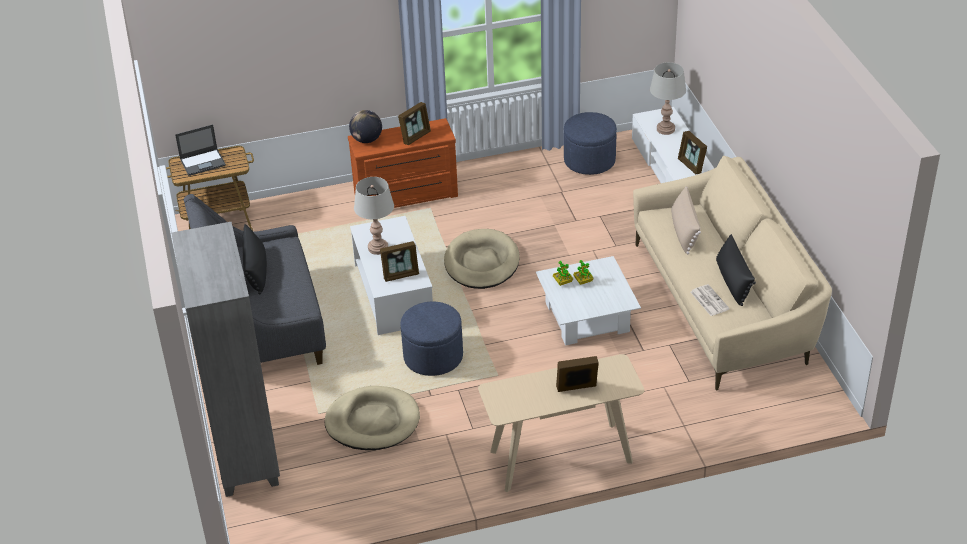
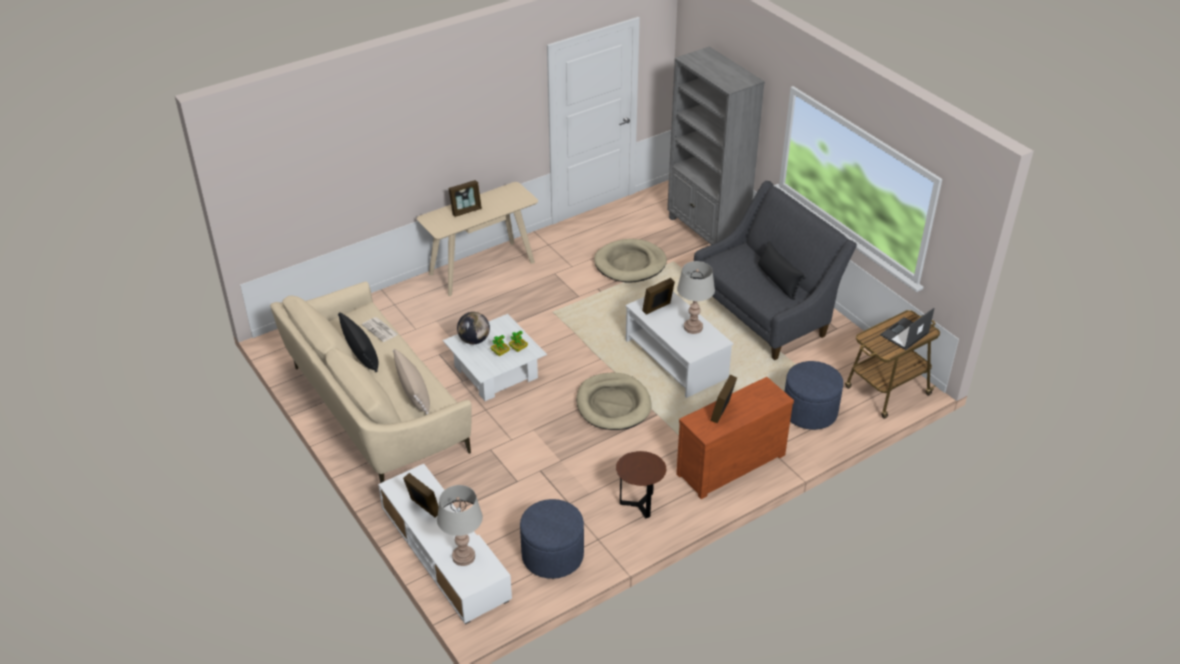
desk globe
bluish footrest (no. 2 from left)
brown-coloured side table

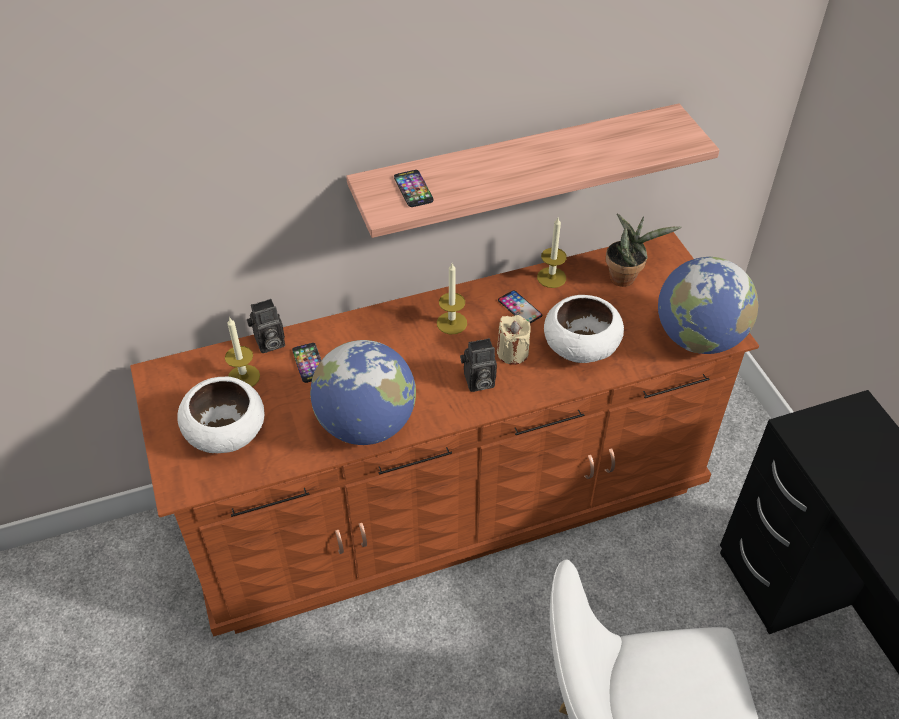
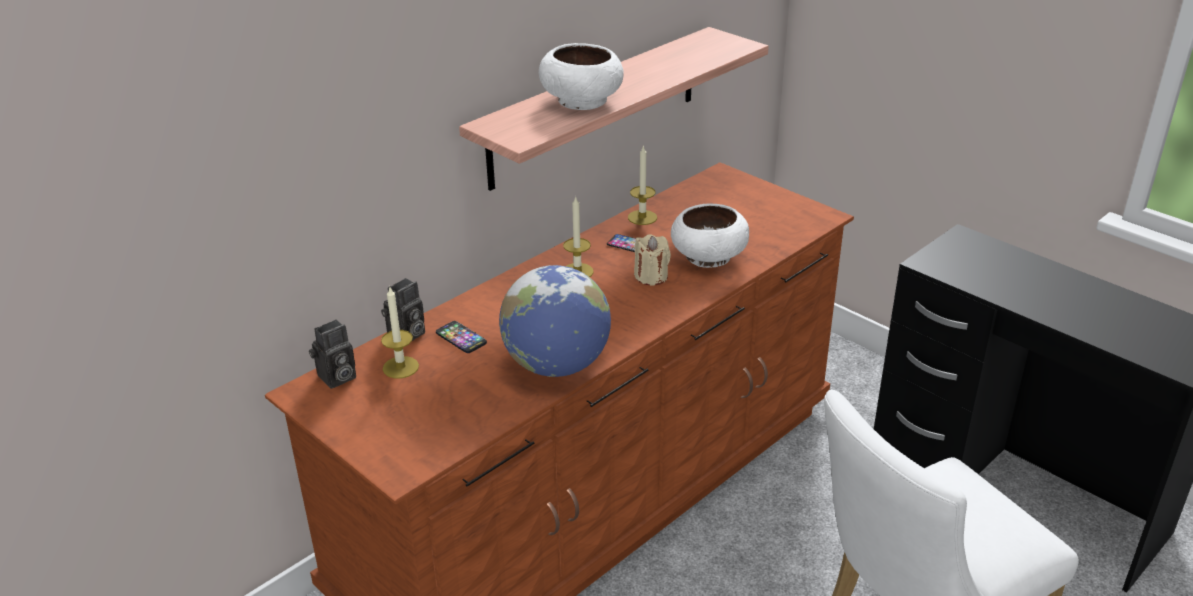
white-coloured bowl (no. 1 from left)
phone (no. 2 from left in the first image)
photo camera (no. 1 from left)
plant in a pot
desk globe (no. 2 from left in the first image)

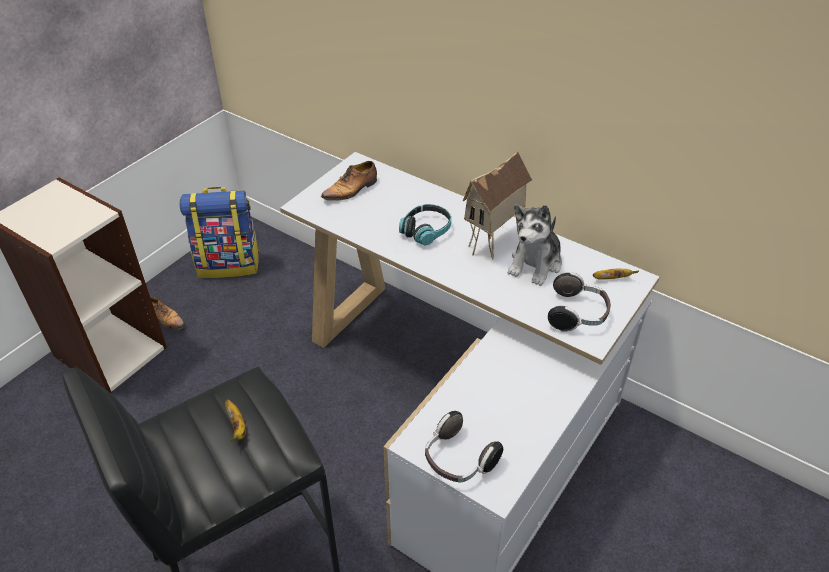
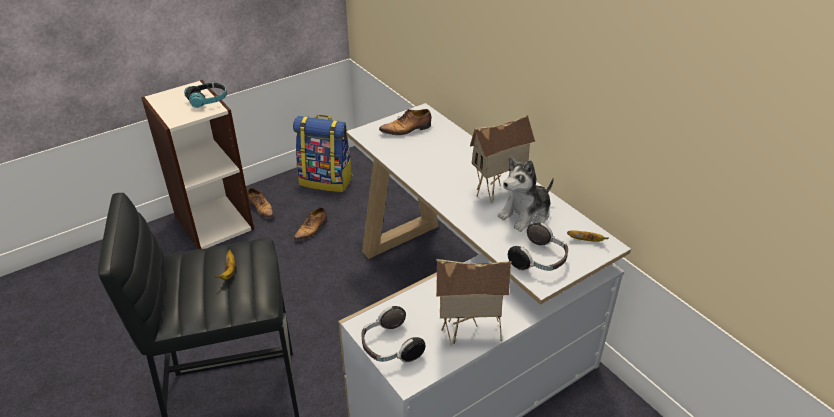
headphones (no. 1 from left)
shoe (no. 2 from left)
toy house (no. 1 from left)

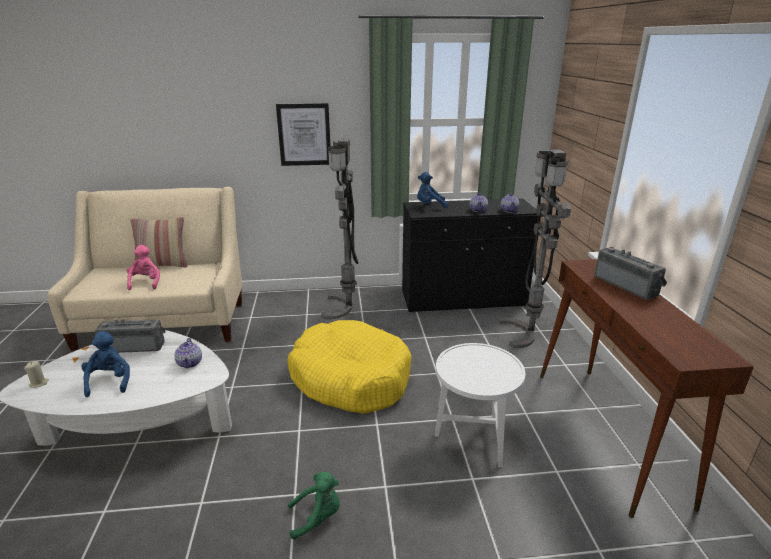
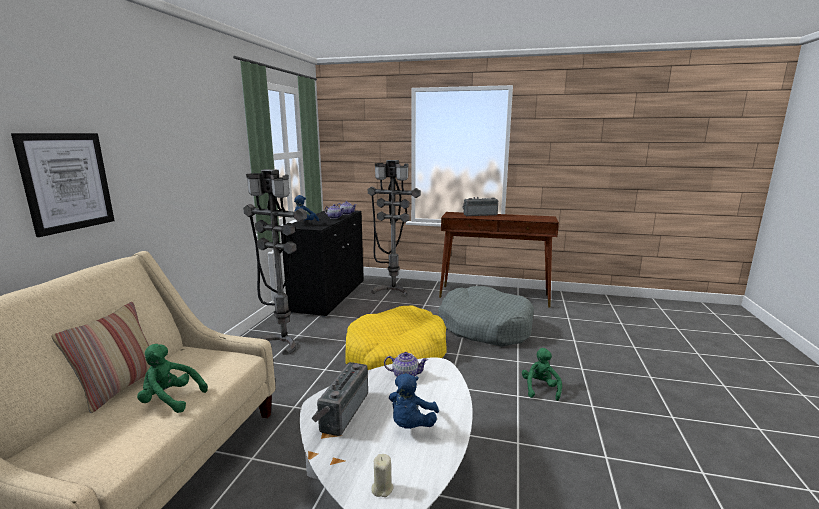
bluish plush toy (no. 2 from left)
green plush toy (no. 1 from left)
picture
greyish dog bed

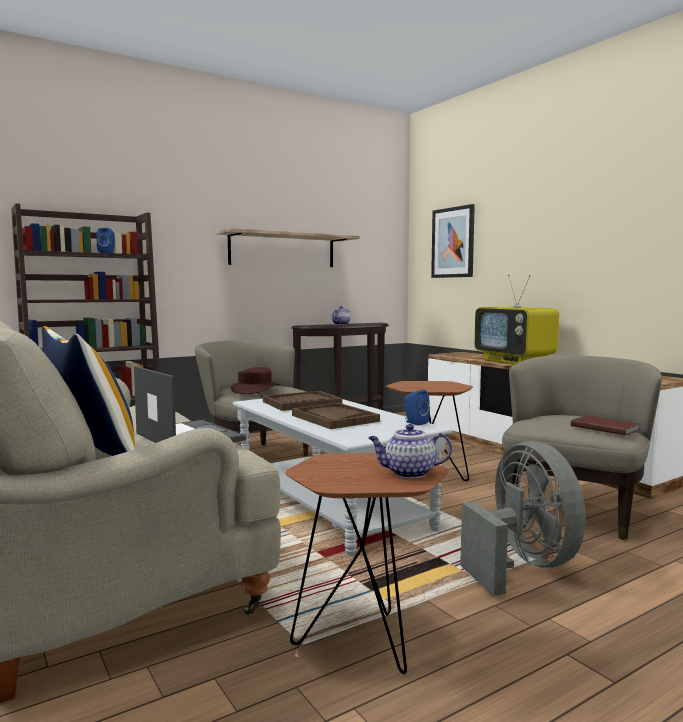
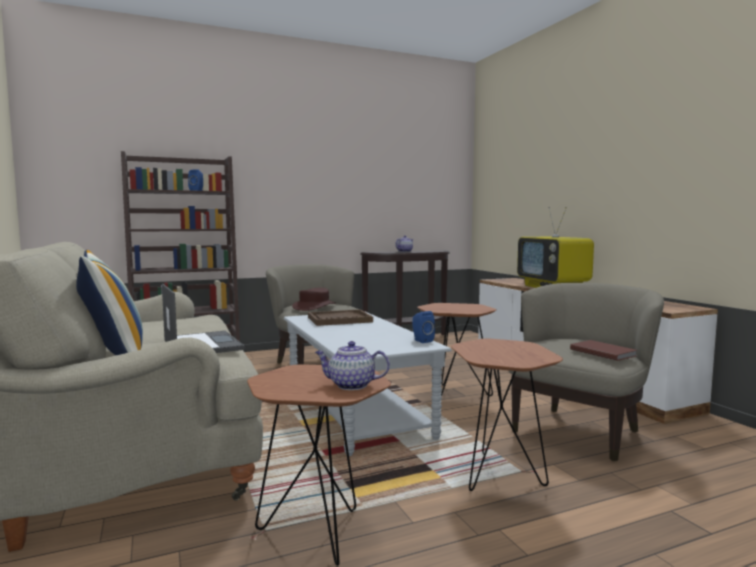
wall shelf
brown-coloured serving tray (no. 2 from left in the first image)
picture
brown-coloured side table (no. 3 from left)

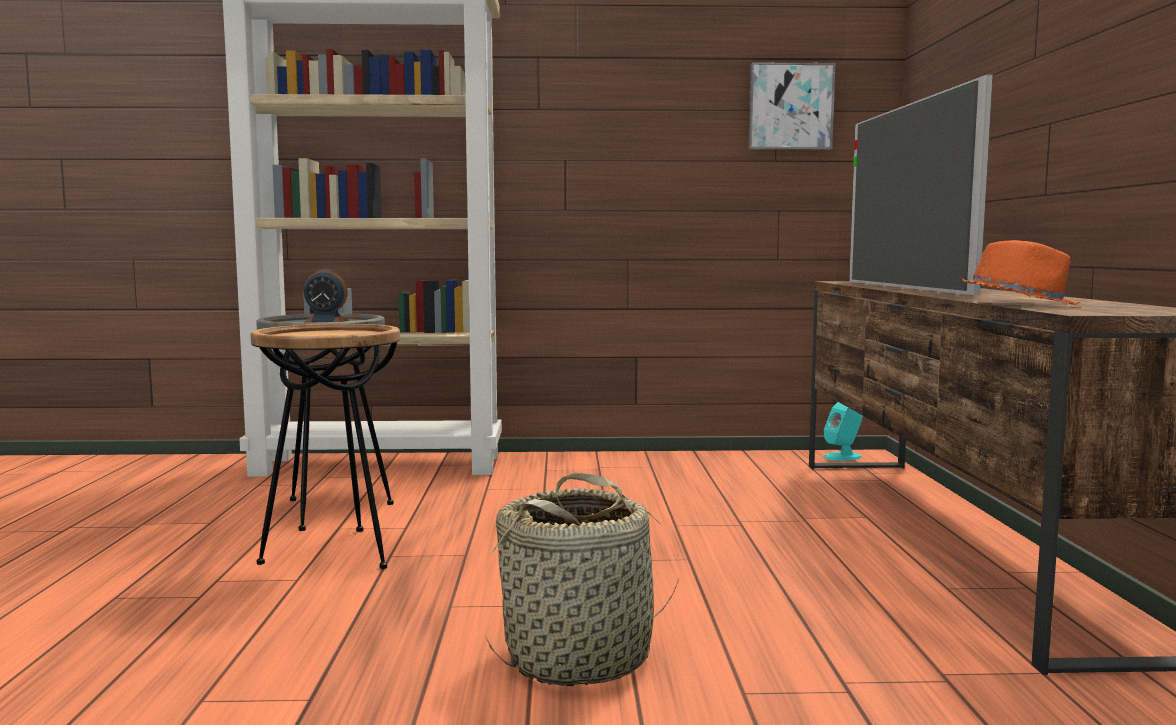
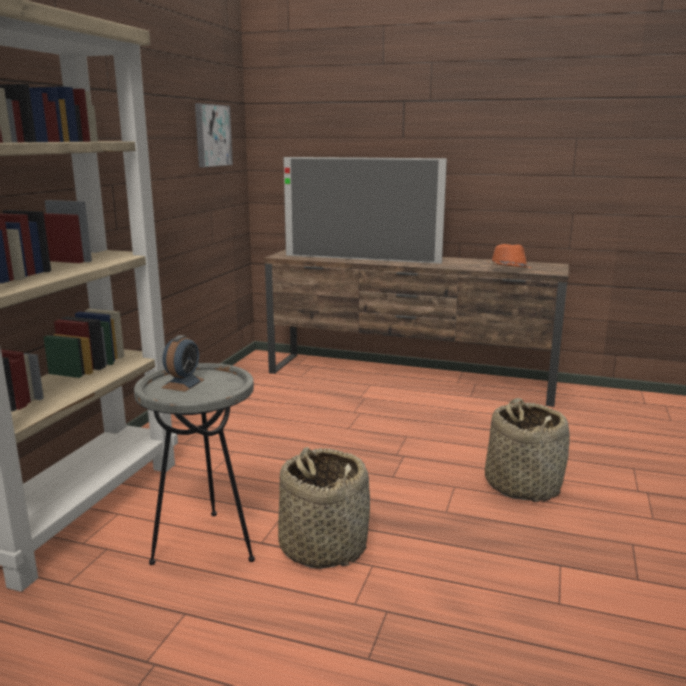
household basket (no. 1 from left)
turquoise audio speaker

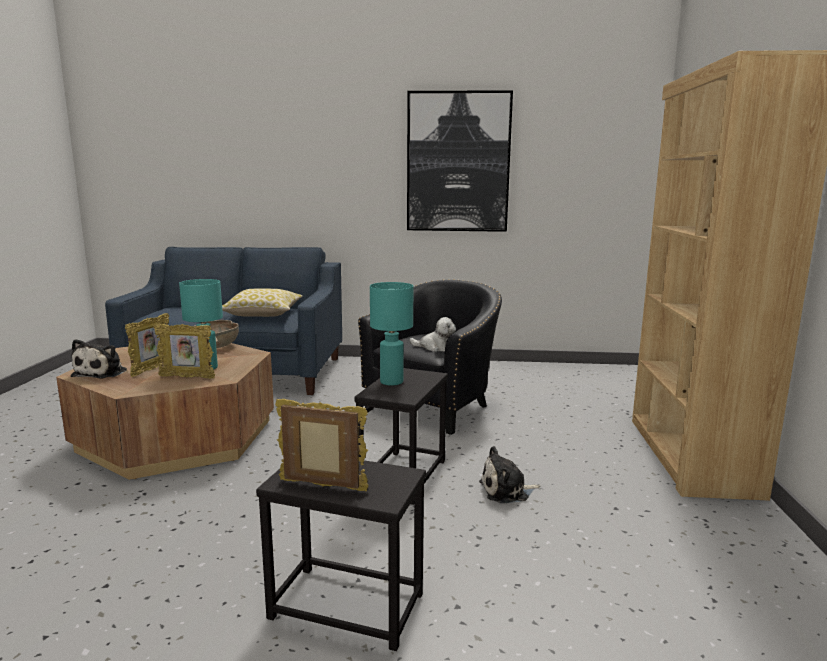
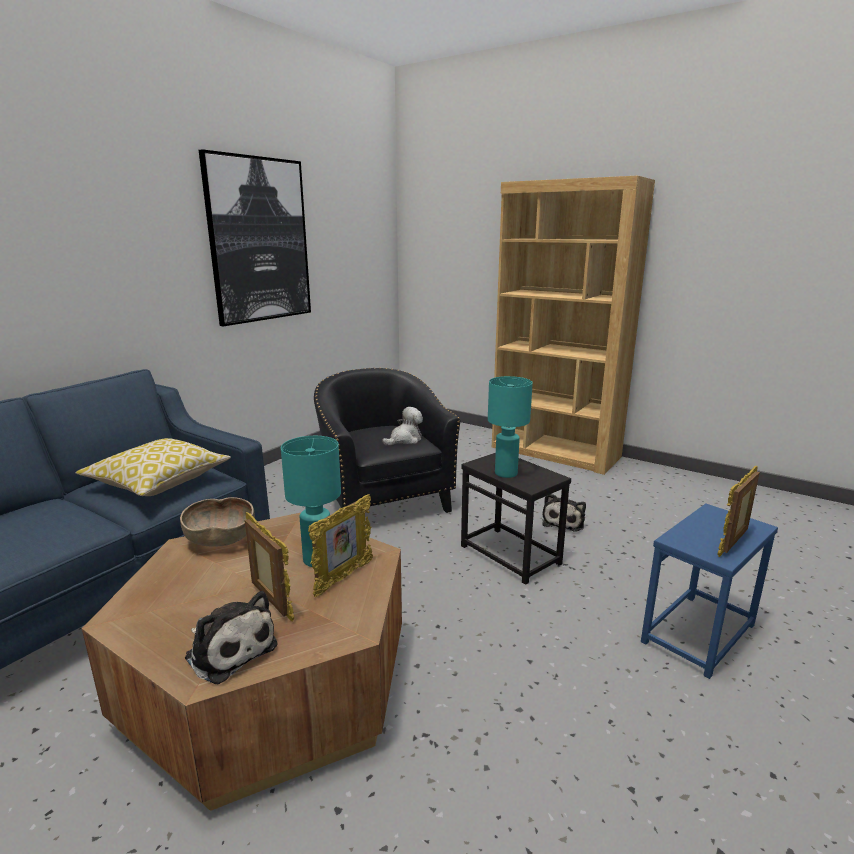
bluish side table

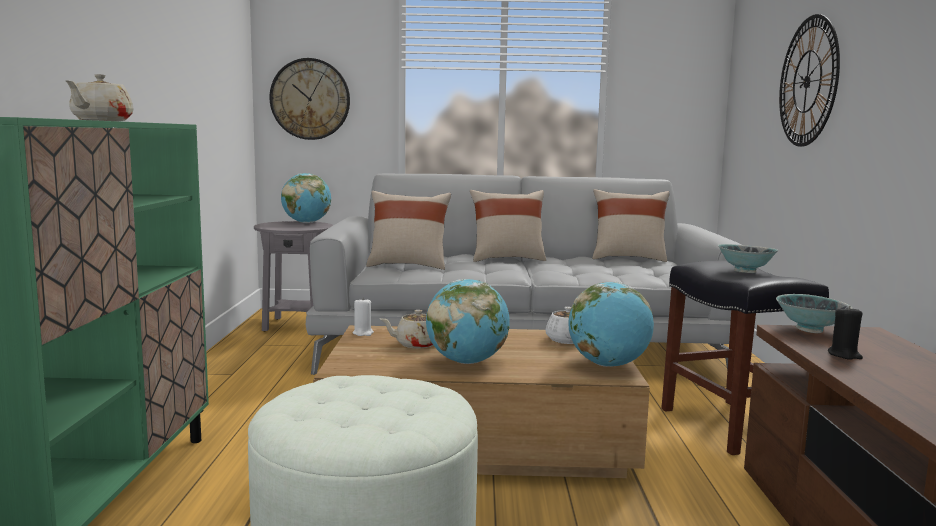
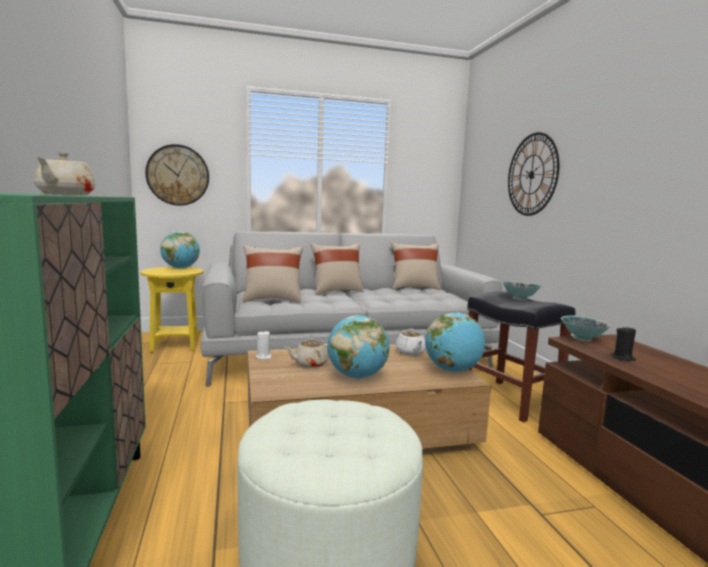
yellow-coloured side table

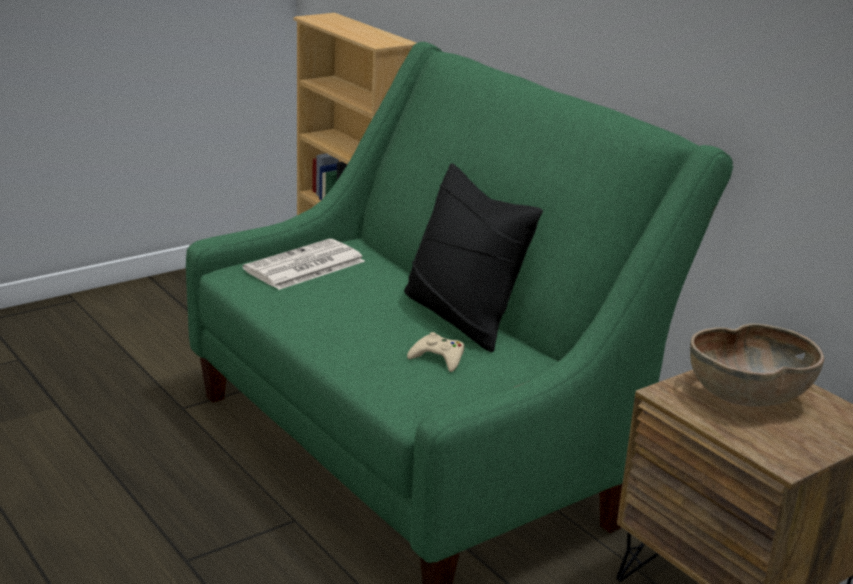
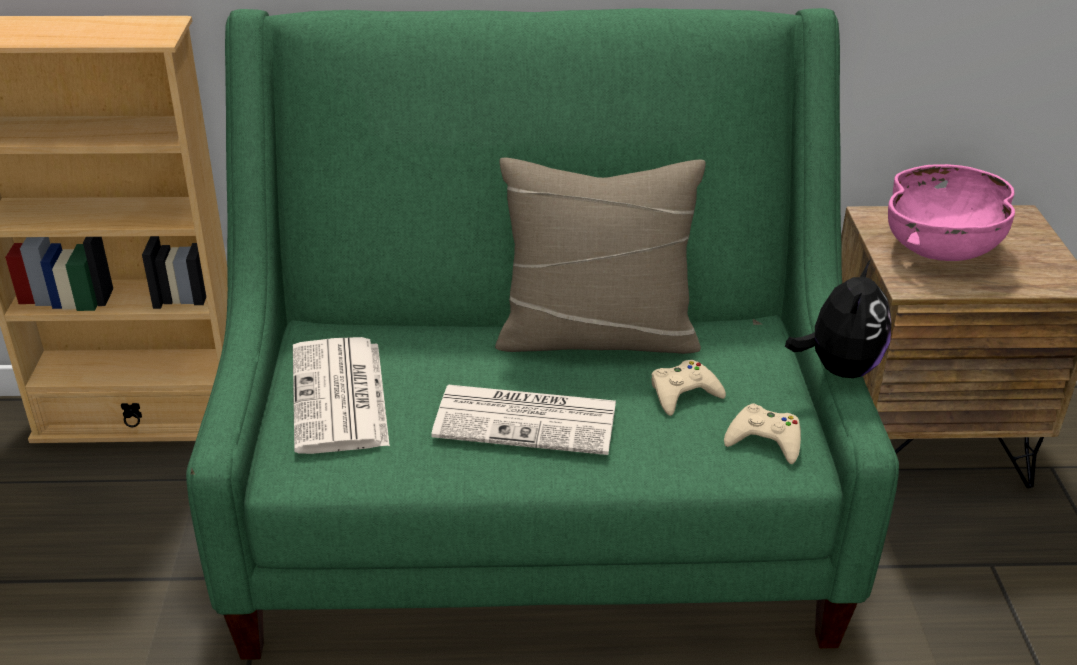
beige throw pillow
pink bowl
newspaper (no. 2 from left)
beige joypad (no. 2 from left)
plush toy

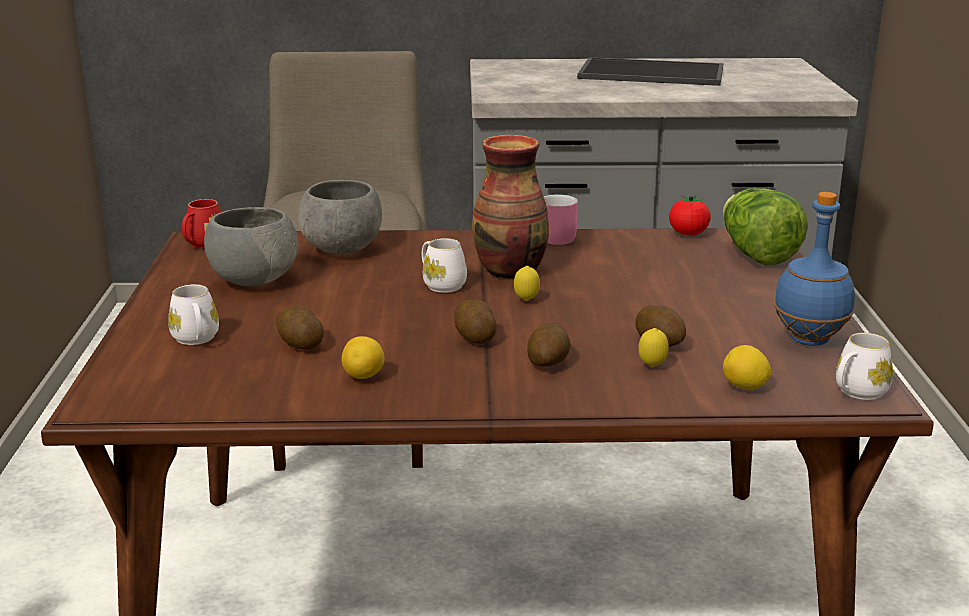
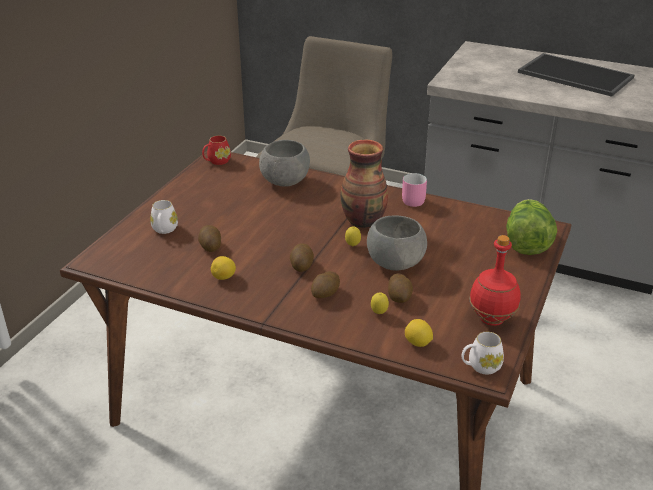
greyish bowl (no. 2 from left)
white-coloured coffee mug (no. 2 from left in the first image)
whole tomato
red-coloured beverage bottle

